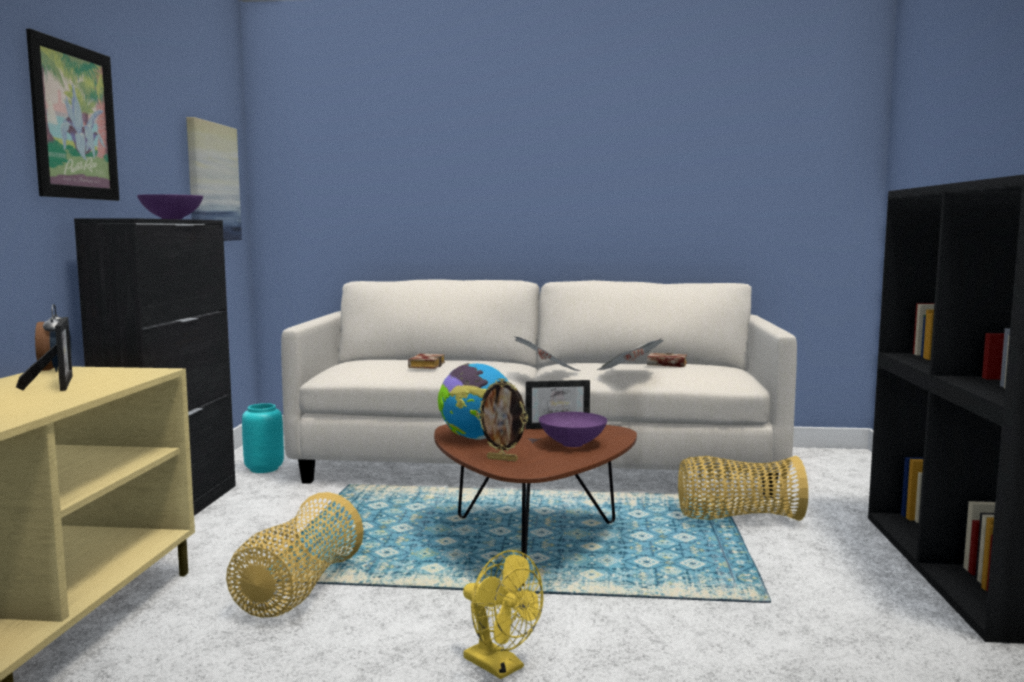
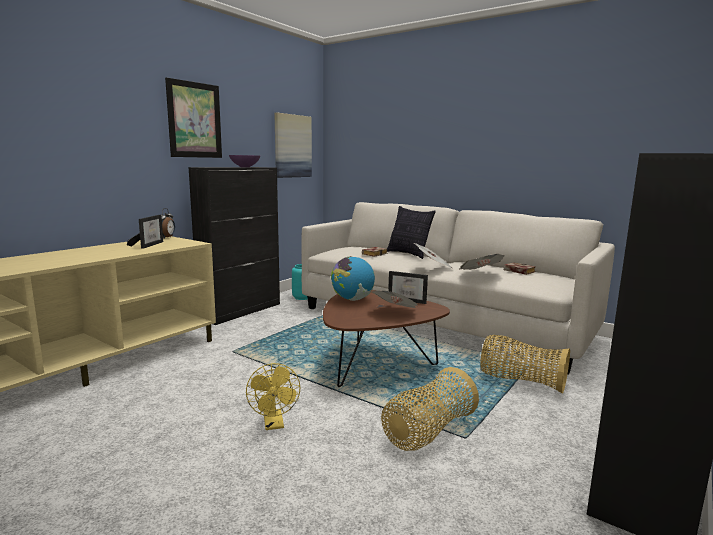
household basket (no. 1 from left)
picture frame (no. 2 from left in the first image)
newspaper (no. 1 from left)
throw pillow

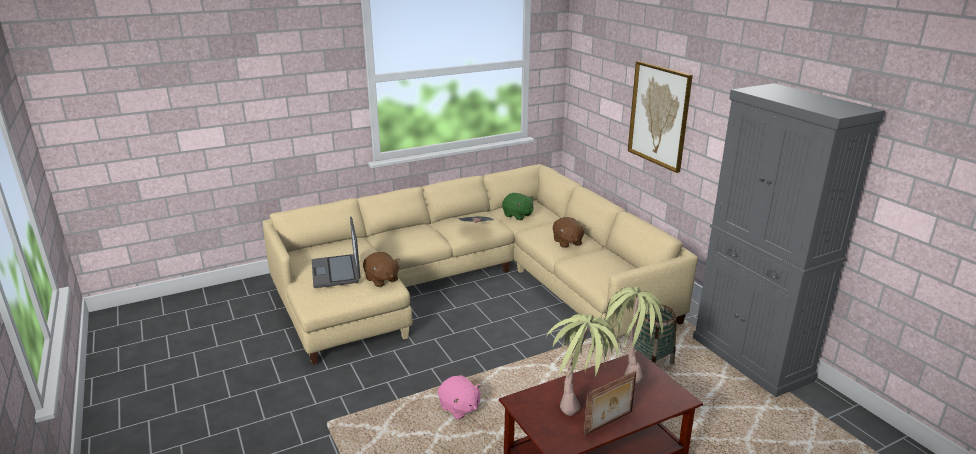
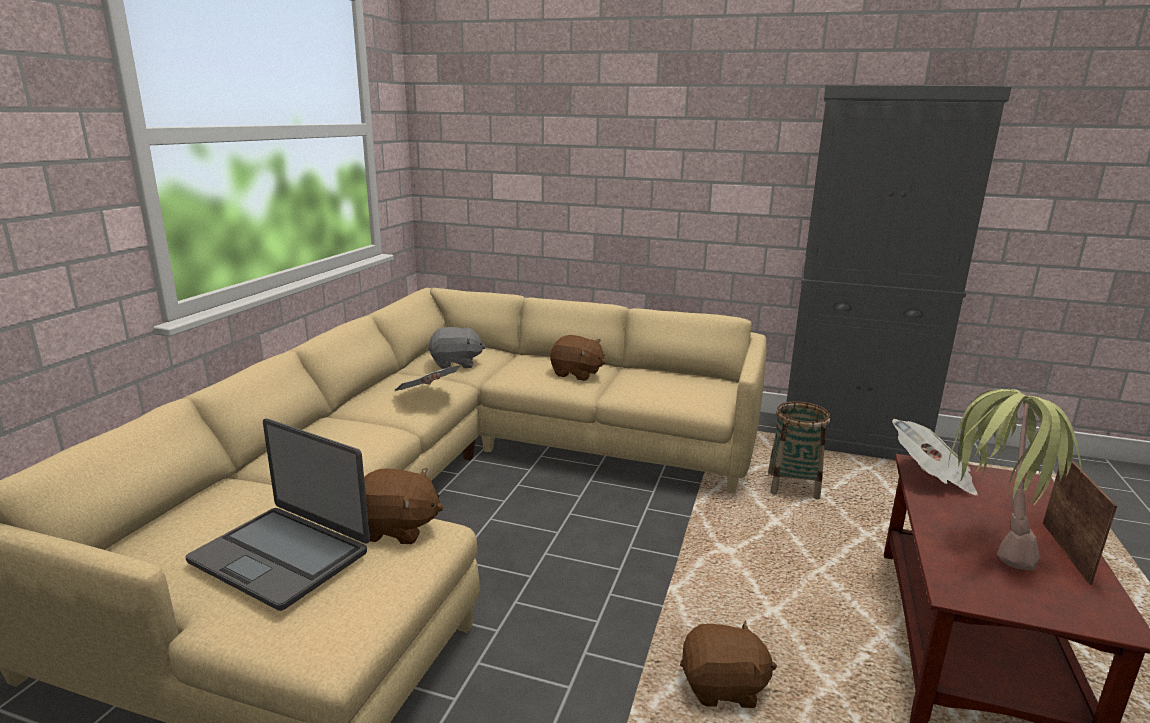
brown-coloured plush toy (no. 3 from left)
greyish plush toy
newspaper (no. 2 from left)
picture

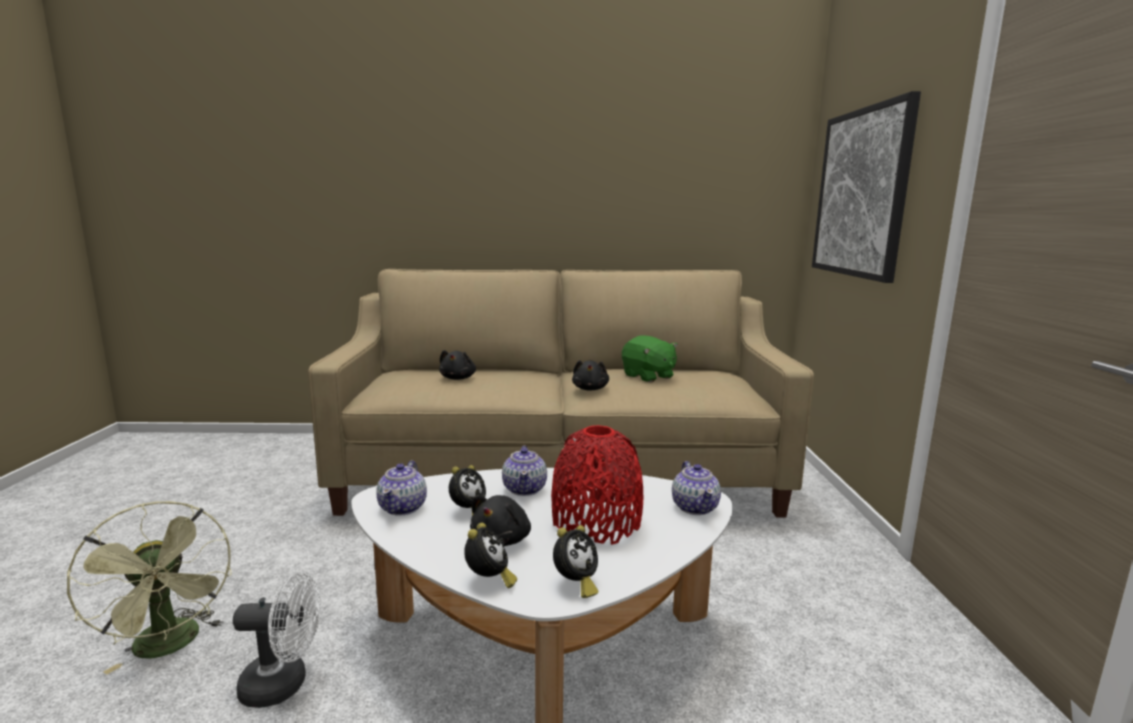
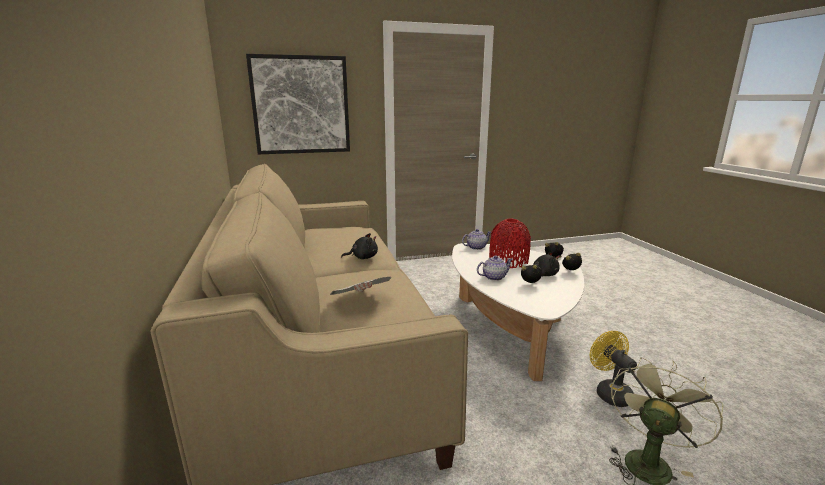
yellow-coloured electric fan
teapot (no. 1 from left in the first image)
newspaper
green plush toy

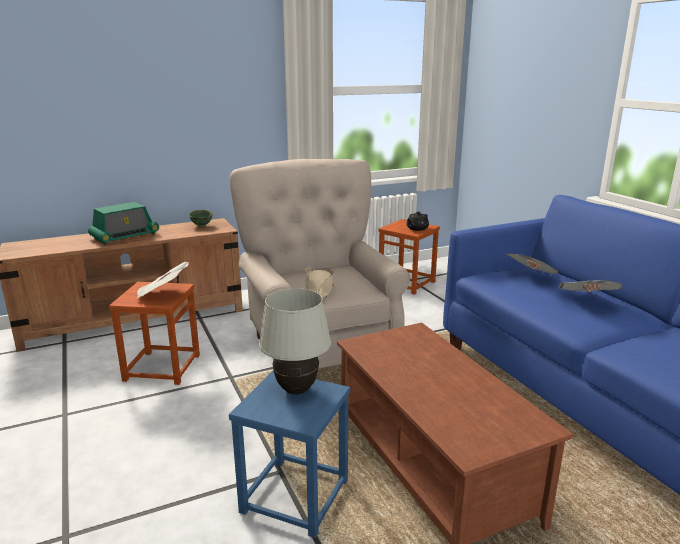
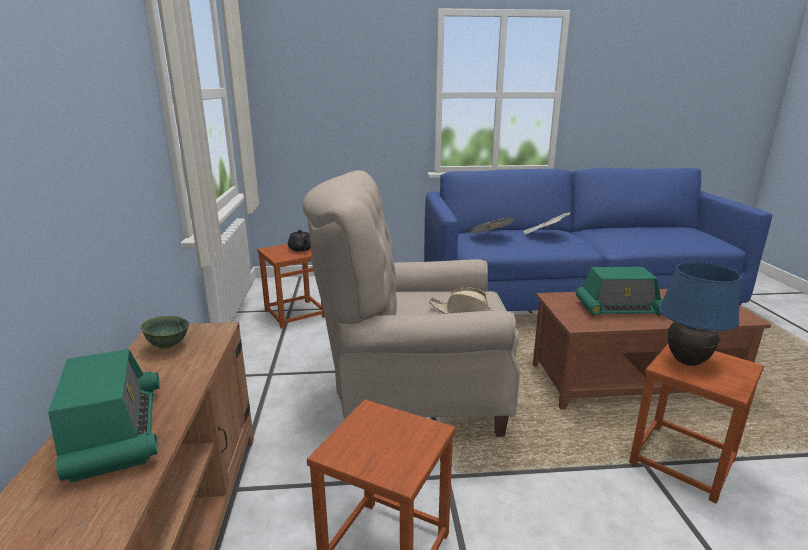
newspaper (no. 1 from left in the first image)
brown-coloured stool (no. 3 from left)
bluish lamp for a table
radio receiver (no. 2 from left)

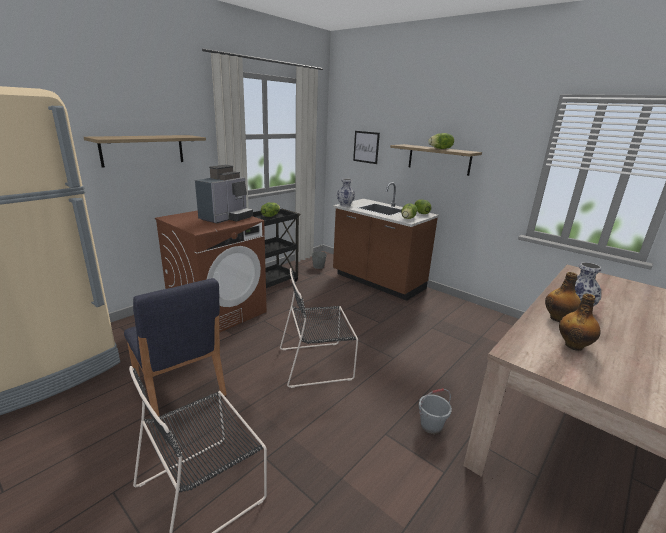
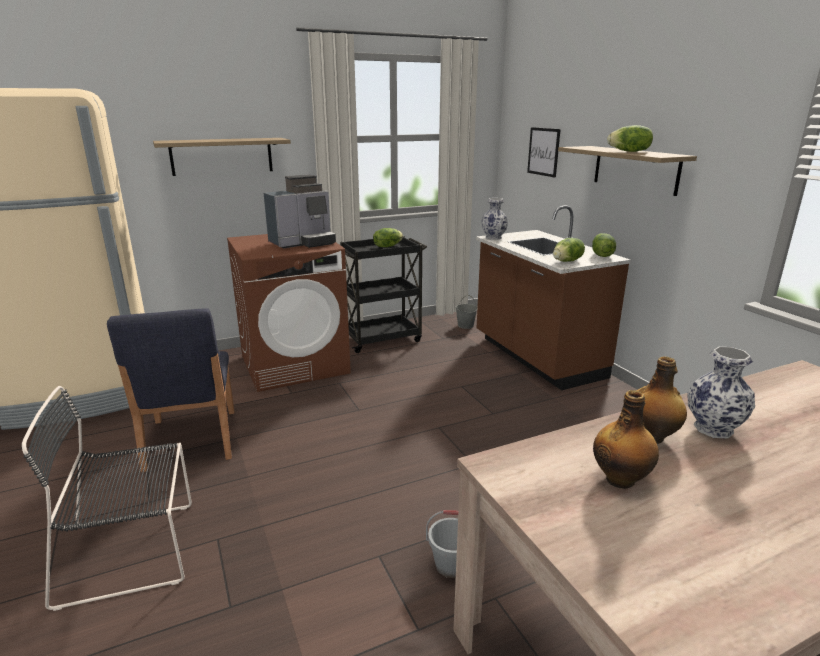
blackish upright chair (no. 2 from left in the first image)

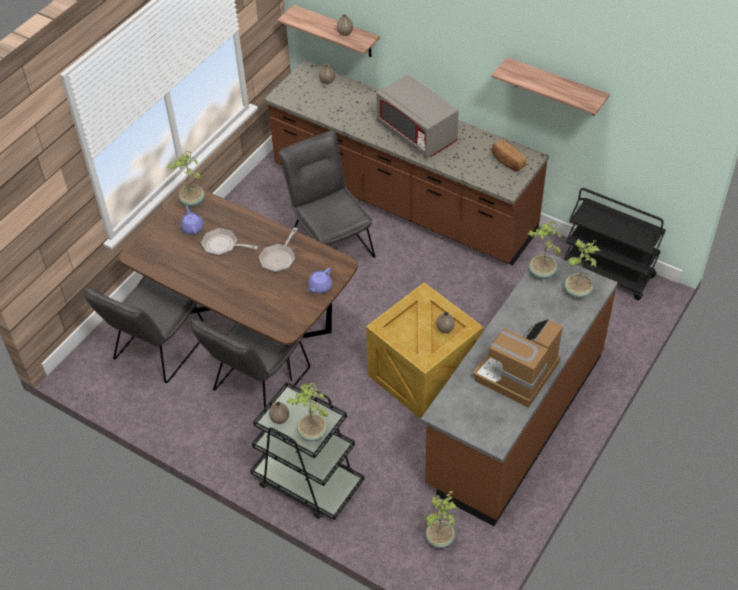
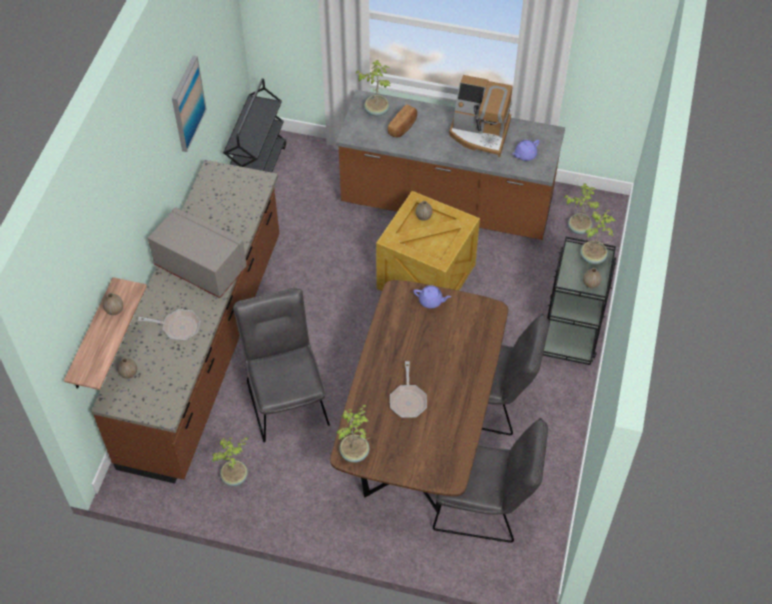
purplish teapot (no. 2 from left)
skillet (no. 1 from left)
greyish upright chair (no. 1 from left)
greyish microwave oven
picture
bread
plant in a pot (no. 1 from left)

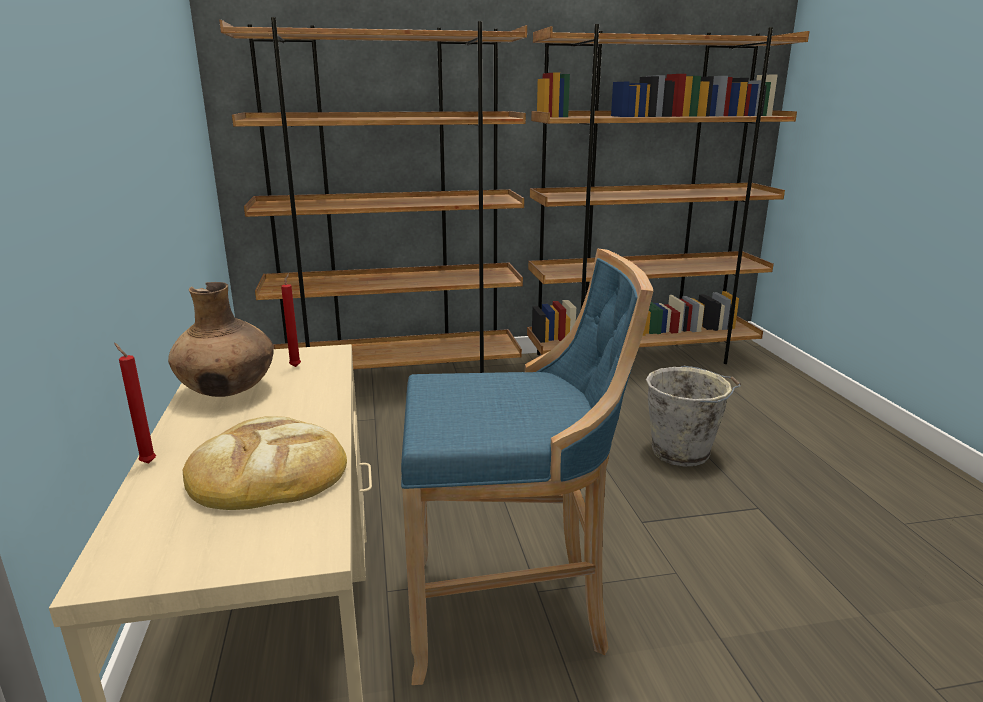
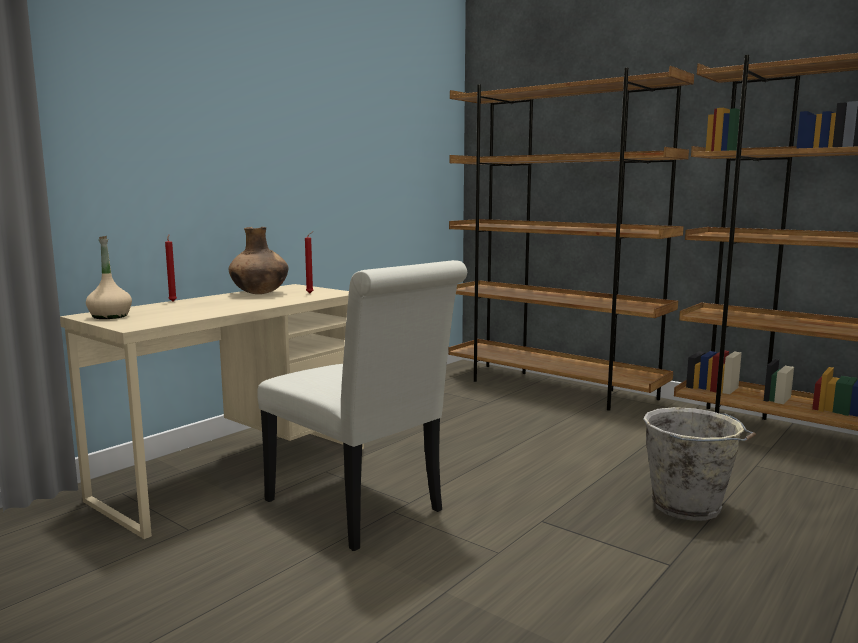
bread
white-coloured upright chair
beige beverage bottle

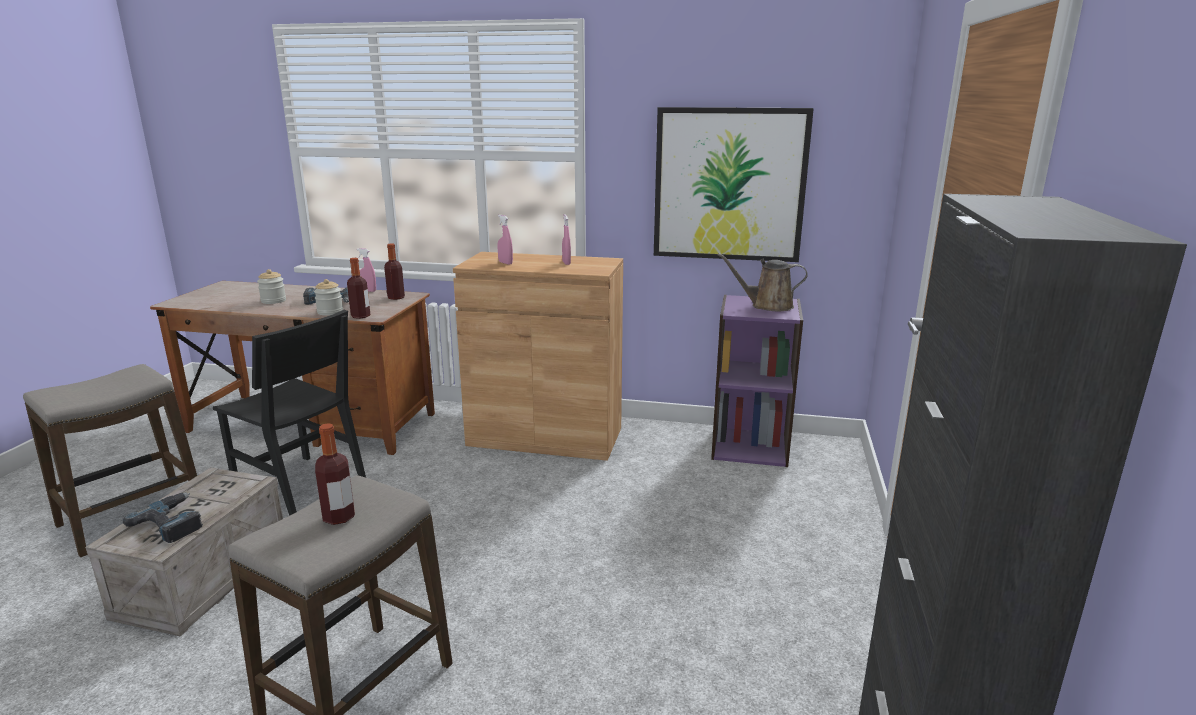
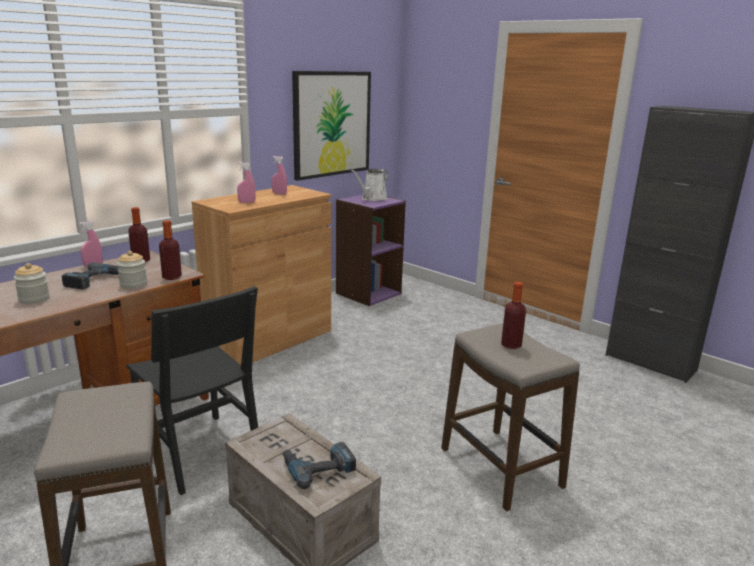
blackish upright chair
white-coloured watering pot

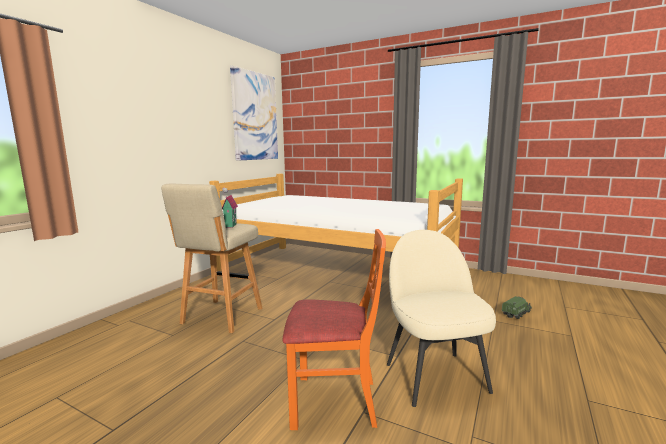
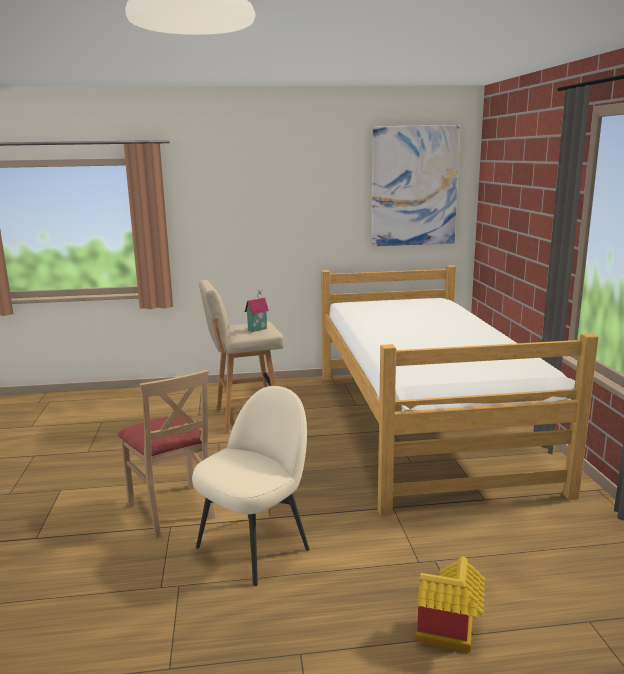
beige upright chair (no. 1 from left)
toy lorry
toy house (no. 2 from left)

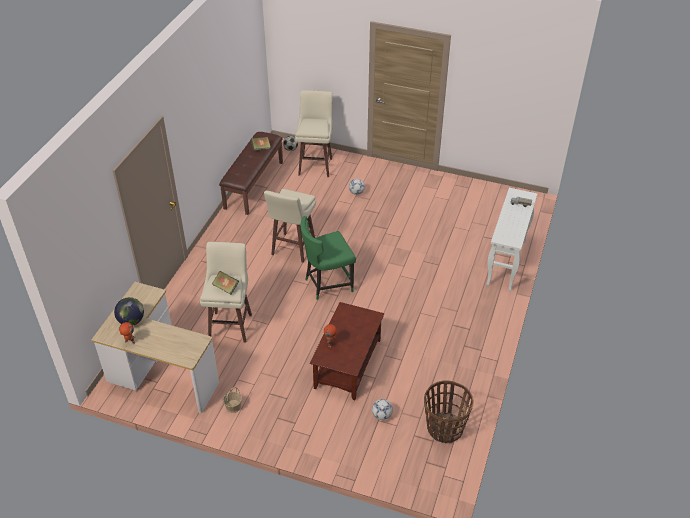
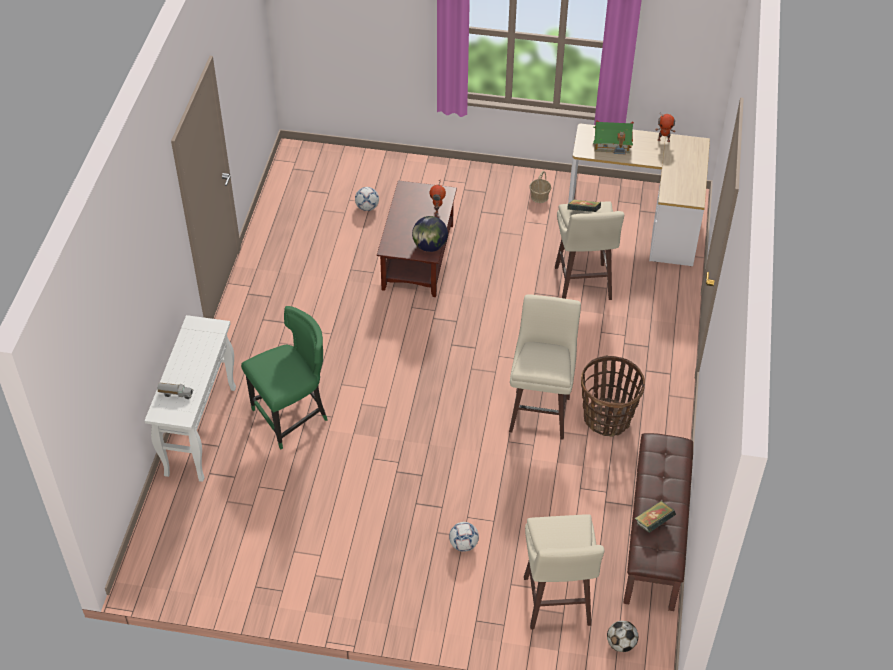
desk globe
green upright chair
household basket (no. 2 from left)
toy house

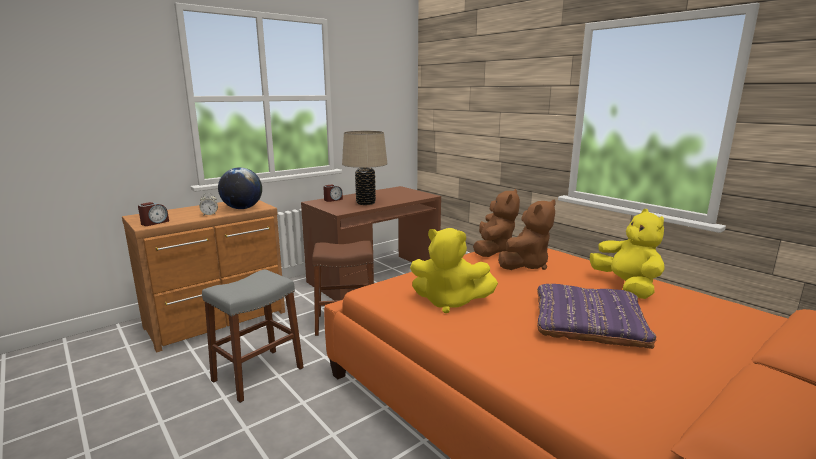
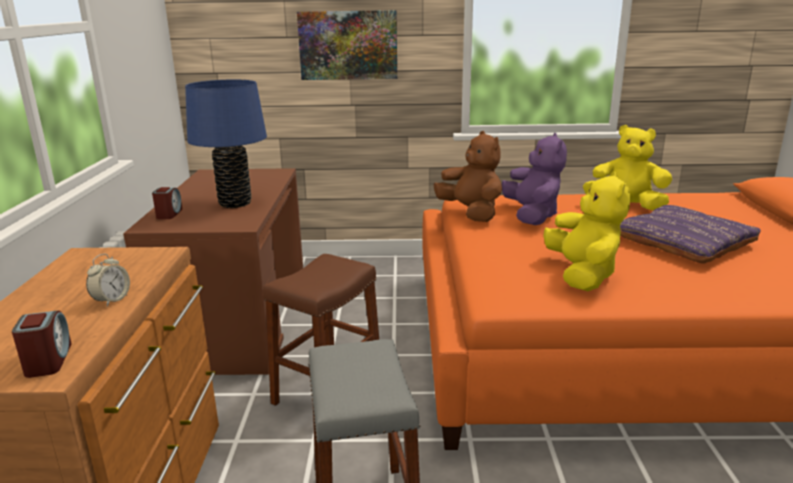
desk globe
bluish lamp for a table
yellow-coloured plush toy (no. 1 from left)
purplish plush toy
picture

